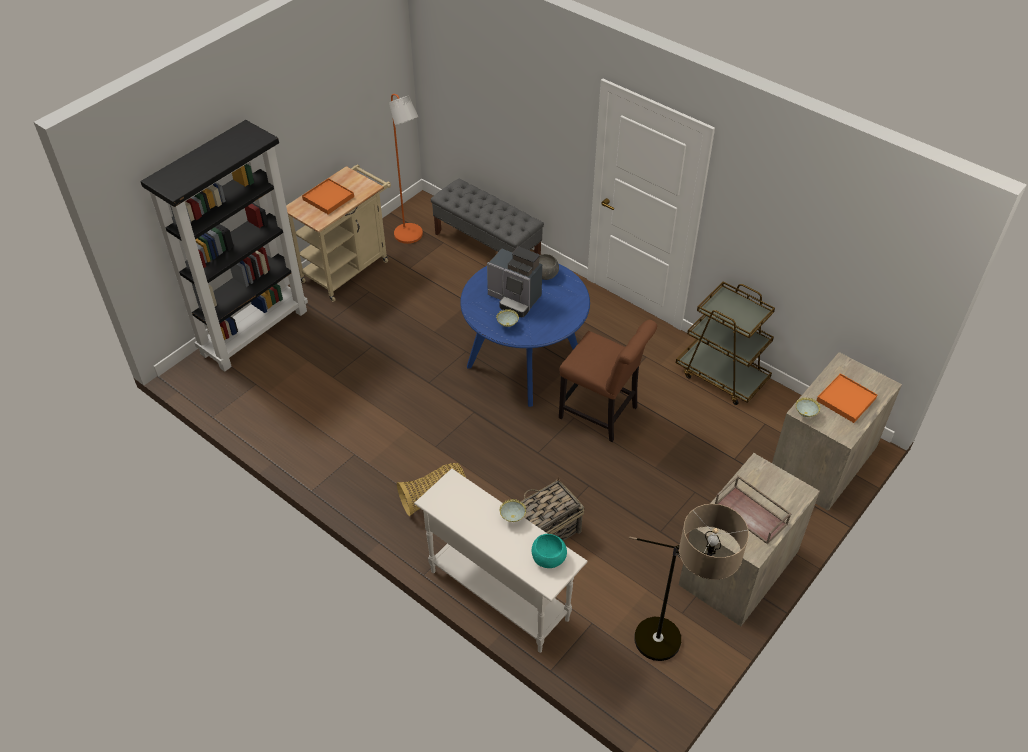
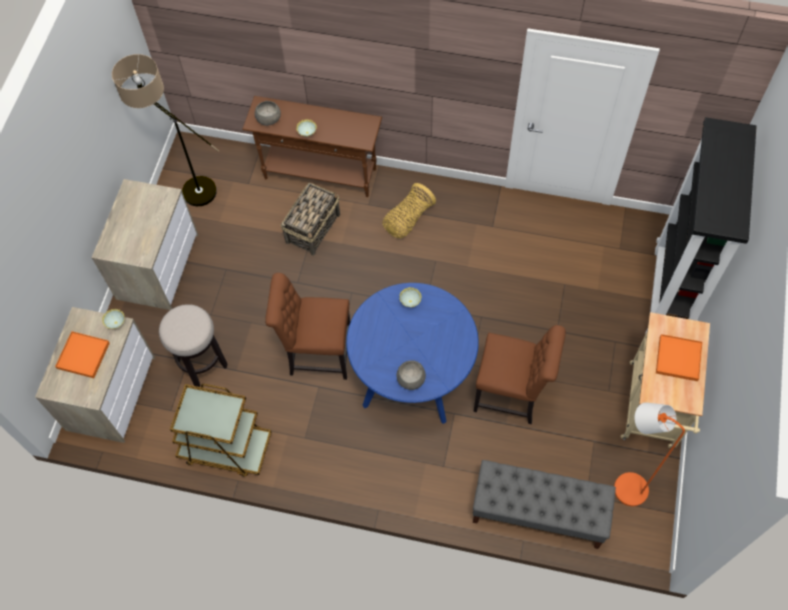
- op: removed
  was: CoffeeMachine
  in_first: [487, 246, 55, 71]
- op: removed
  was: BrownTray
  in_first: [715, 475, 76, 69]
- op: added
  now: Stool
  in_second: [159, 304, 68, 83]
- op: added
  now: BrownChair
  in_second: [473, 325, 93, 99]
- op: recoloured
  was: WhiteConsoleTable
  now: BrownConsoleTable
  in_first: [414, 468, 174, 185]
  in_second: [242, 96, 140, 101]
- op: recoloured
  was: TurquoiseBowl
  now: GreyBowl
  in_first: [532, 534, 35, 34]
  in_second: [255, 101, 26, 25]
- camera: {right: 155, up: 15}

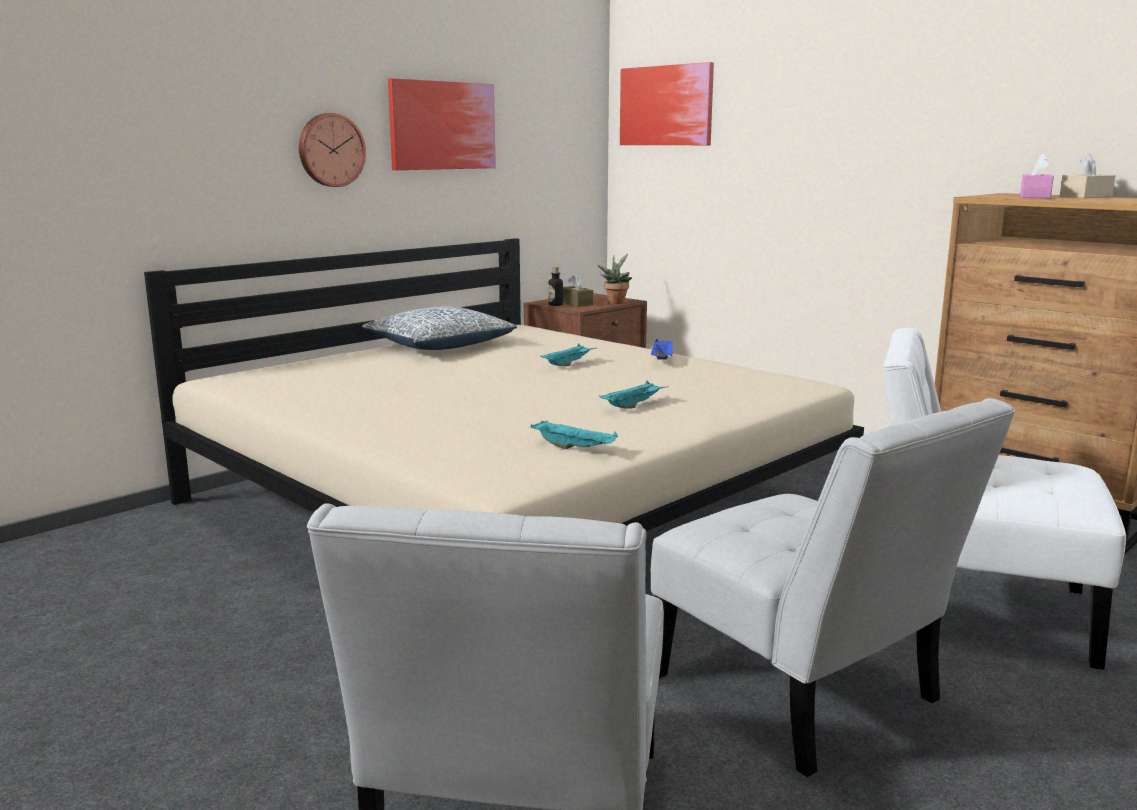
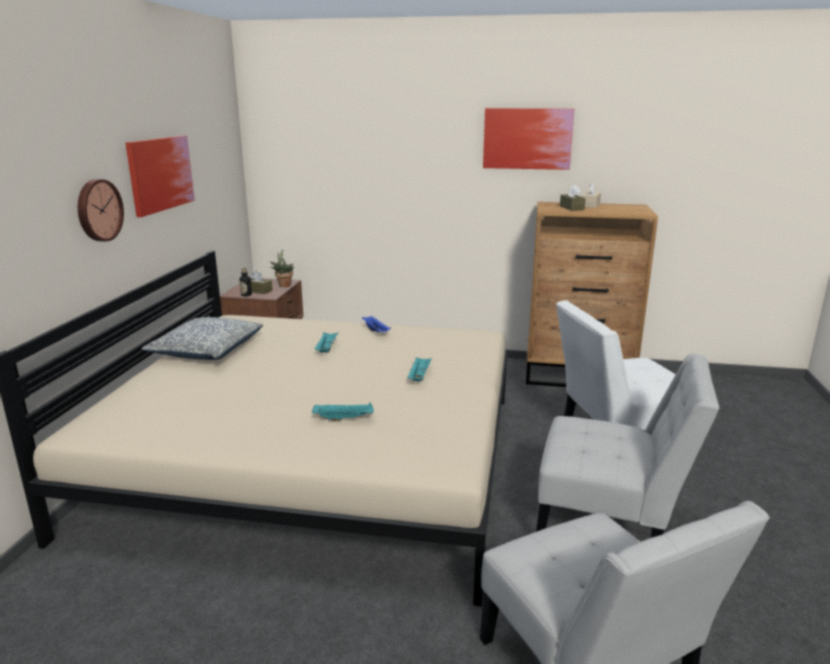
- op: moved
  was: TurquoiseTray
  in_first: [530, 420, 88, 29]
  in_second: [312, 402, 62, 19]
- op: moved
  was: Picture
  in_first: [620, 62, 94, 83]
  in_second: [483, 108, 92, 62]
- op: recoloured
  was: PinkTissueBox
  now: BrownTissueBox
  in_first: [1020, 154, 34, 45]
  in_second: [560, 185, 26, 26]
- camera: {right: -35, up: 5}

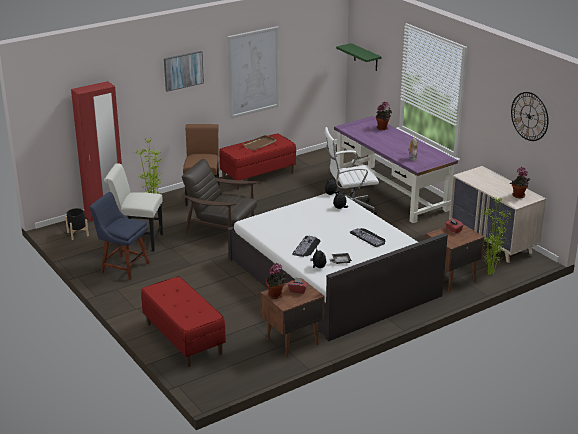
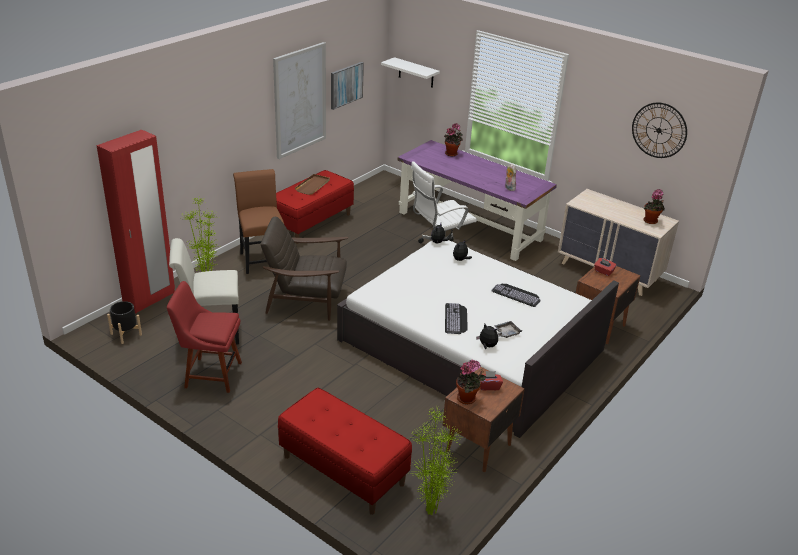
- op: moved
  was: Picture
  in_first: [164, 51, 40, 41]
  in_second: [331, 62, 33, 48]
- op: moved
  was: PottedPlant
  in_first: [481, 197, 29, 78]
  in_second: [411, 408, 50, 107]
- op: recoloured
  was: BlueChair
  now: RedChair
  in_first: [90, 192, 60, 88]
  in_second: [167, 281, 75, 112]
- op: recoloured
  was: GreenShelf
  now: WhiteShelf
  in_first: [336, 43, 46, 28]
  in_second: [381, 57, 59, 31]
- camera: {right: -20, up: 5}

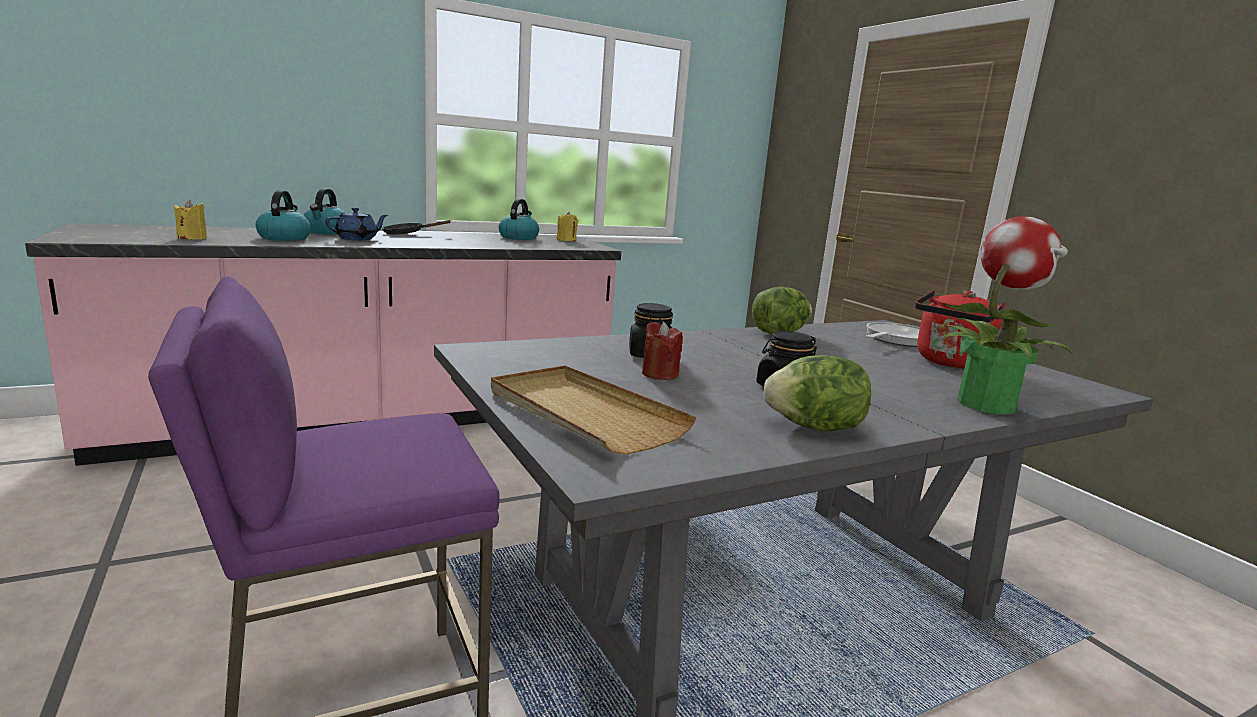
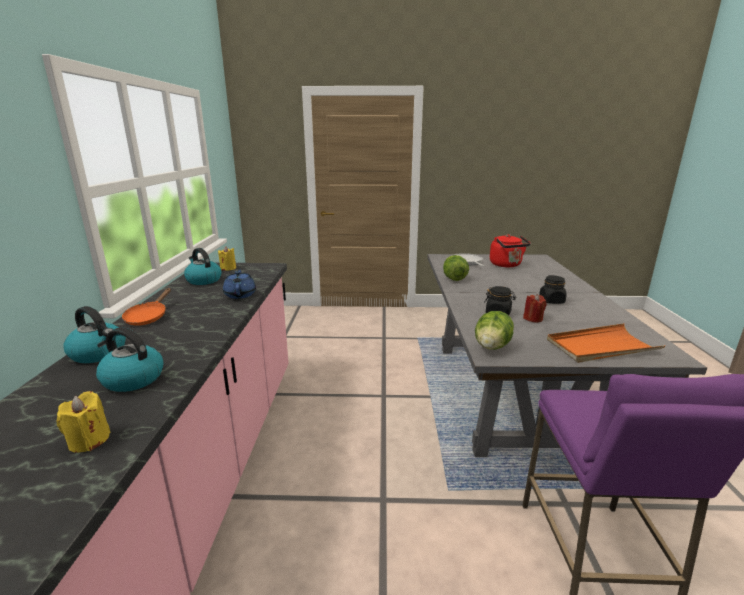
- op: removed
  was: PottedPlant
  in_first: [943, 216, 129, 199]
- op: moved
  was: BlueTeapot
  in_first: [325, 208, 63, 32]
  in_second: [223, 269, 33, 30]
- op: moved
  was: Lettuce
  in_first: [764, 355, 107, 76]
  in_second: [475, 311, 39, 39]
- op: recoloured
  was: BlackFryingPan
  now: OrangeFryingPan
  in_first: [382, 220, 69, 14]
  in_second: [122, 288, 49, 38]
- op: recoloured
  was: BeigeTray
  now: OrangeTray
  in_first: [491, 365, 206, 90]
  in_second: [547, 323, 118, 40]
- camera: {right: -60, up: 5}

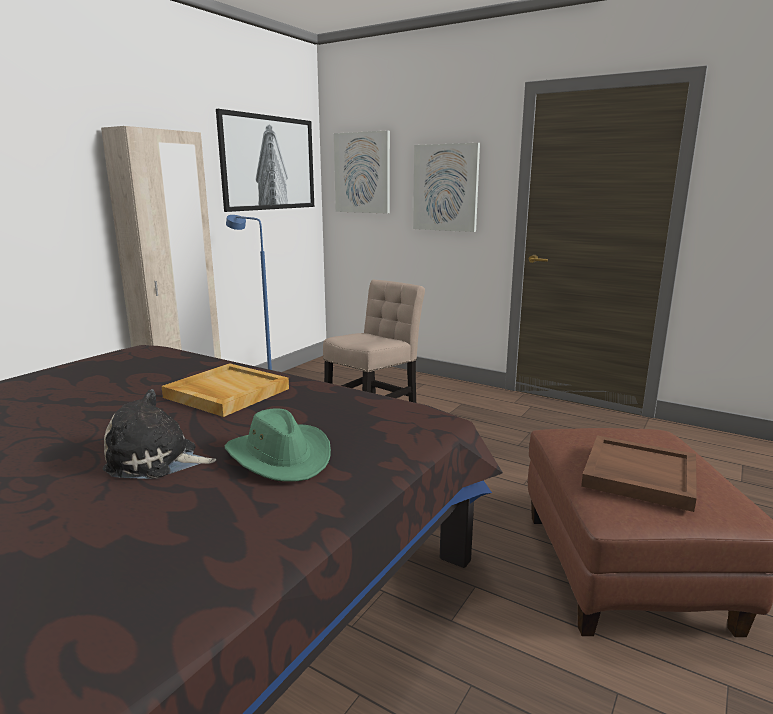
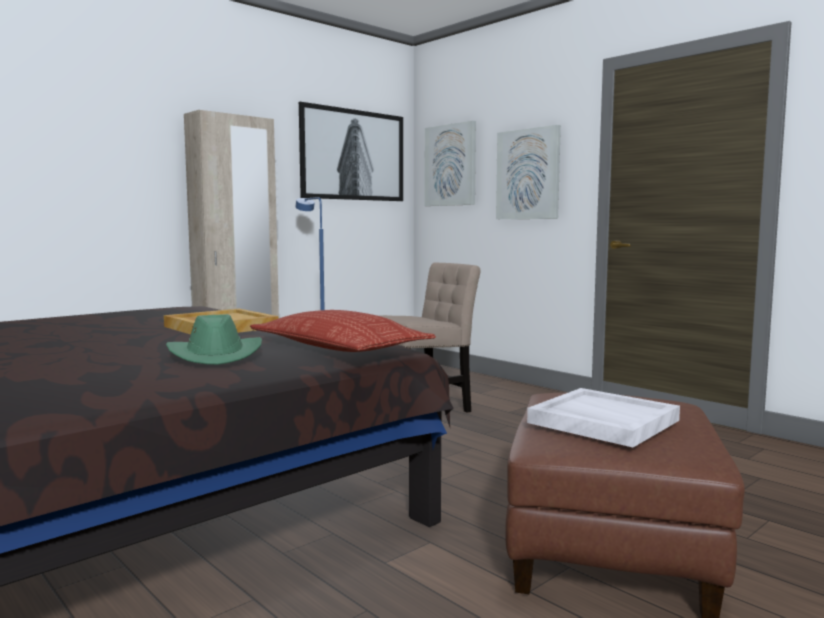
- op: removed
  was: PlushToy
  in_first: [102, 389, 114, 90]
- op: added
  now: Pillow
  in_second: [250, 310, 186, 42]
- op: recoloured
  was: BrownTray
  now: WhiteTray
  in_first: [581, 435, 116, 77]
  in_second: [527, 388, 153, 59]
- camera: {right: 15, up: -10}

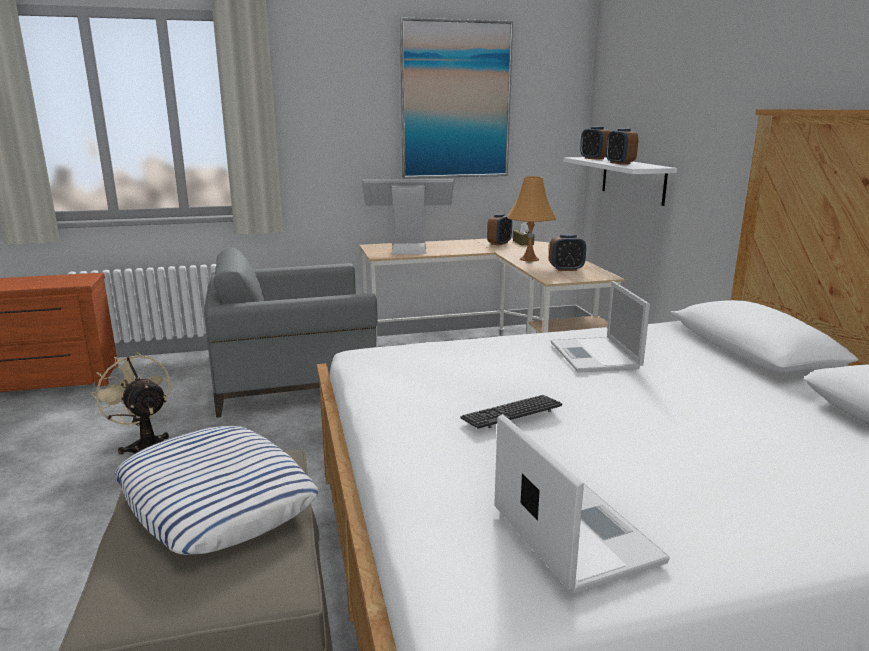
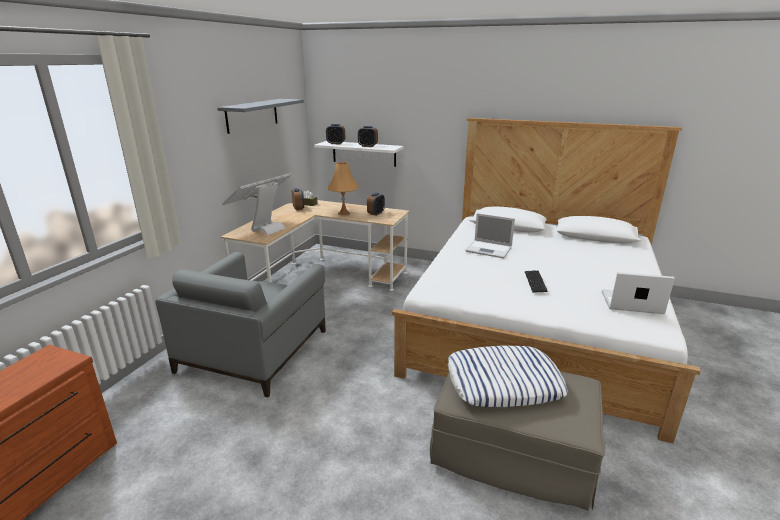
- op: removed
  was: BeigeFan
  in_first: [91, 353, 79, 102]
- op: replaced
  was: Picture
  now: GreyShelf
  in_first: [400, 17, 113, 162]
  in_second: [217, 99, 87, 35]
- camera: {right: -55, up: 5}

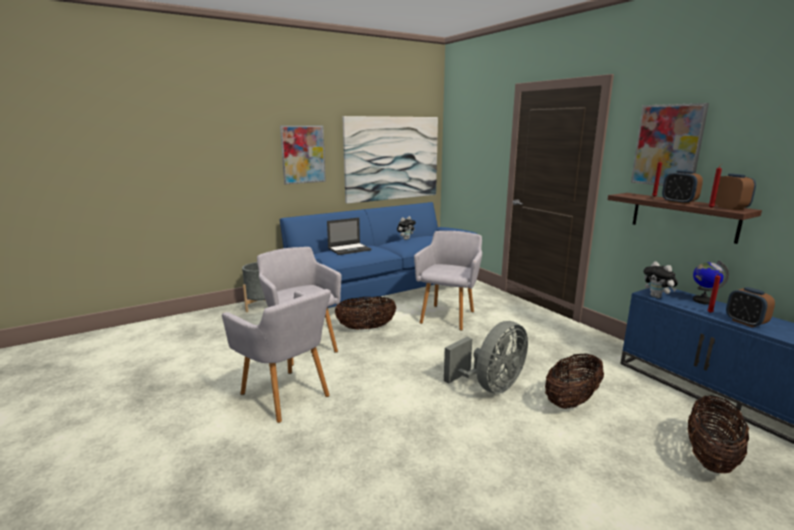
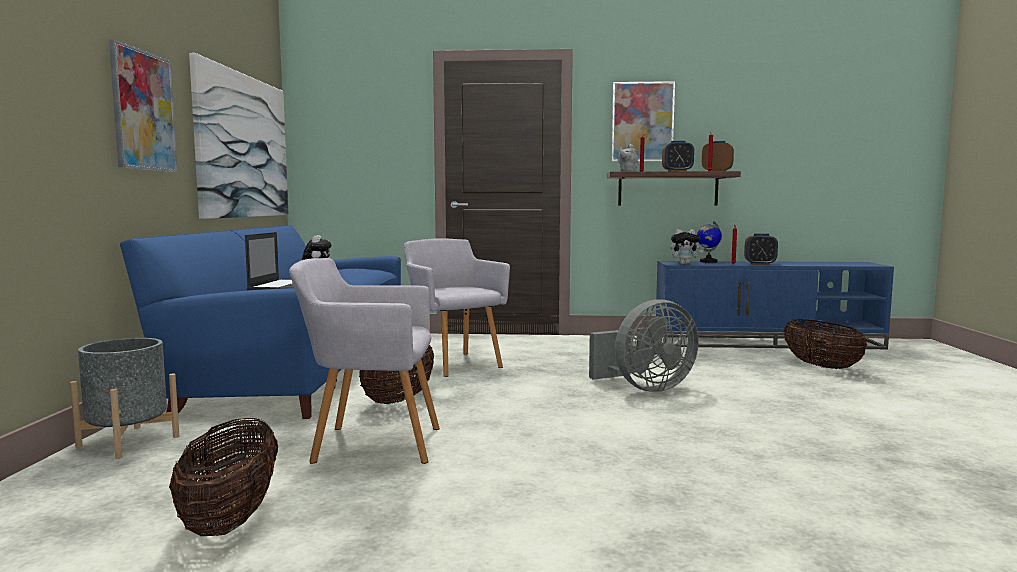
- op: removed
  was: GreyArmchair
  in_first: [222, 289, 109, 134]
- op: added
  now: GreyTeapot
  in_second: [618, 144, 20, 28]
- op: moved
  was: Basket
  in_first: [545, 353, 59, 56]
  in_second: [169, 418, 109, 118]
- op: turned
  was: GreyFan
  in_first: [444, 321, 84, 73]
  in_second: [589, 299, 110, 93]
  clockwise: 75
- camera: {right: -55, up: -10}

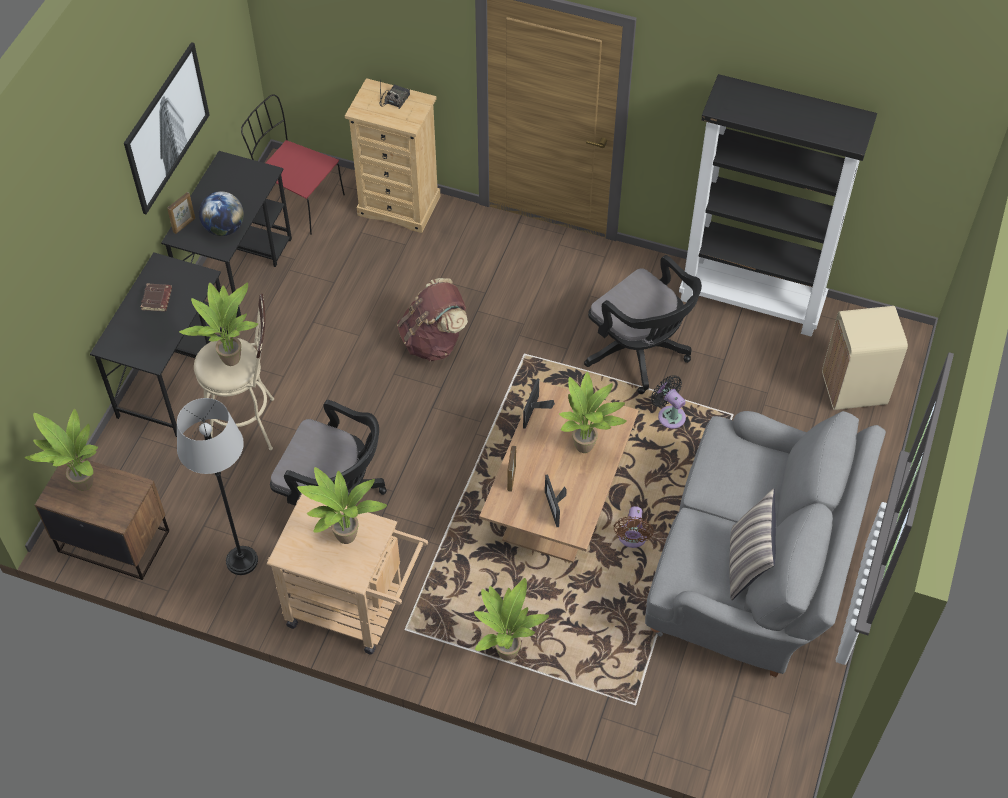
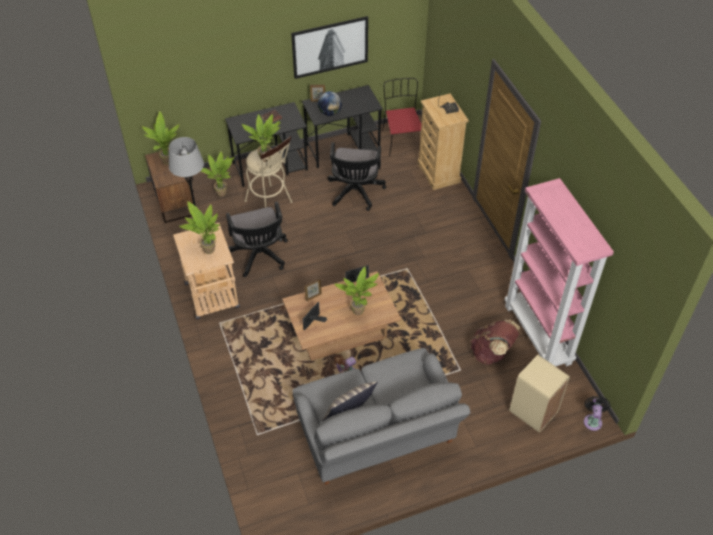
- op: moved
  was: BrownBackpack
  in_first: [397, 278, 71, 84]
  in_second: [471, 319, 50, 46]
- op: moved
  was: PottedPlant
  in_first: [474, 578, 75, 83]
  in_second: [201, 151, 34, 46]
- op: moved
  was: BlackOfficeChair
  in_first: [584, 255, 118, 139]
  in_second: [327, 142, 59, 69]
- op: moved
  was: BlackFan
  in_first: [651, 375, 35, 54]
  in_second: [584, 396, 27, 35]
- op: recoloured
  was: BlackBookcase
  now: PinkBookcase
  in_first: [679, 74, 198, 263]
  in_second: [504, 178, 110, 188]
- camera: {right: 50, up: -5}

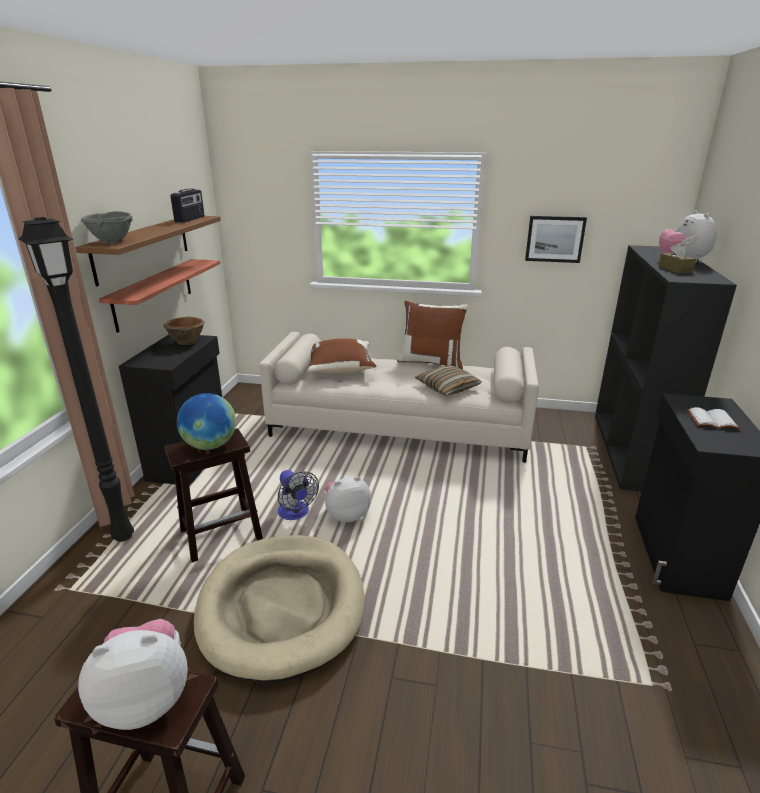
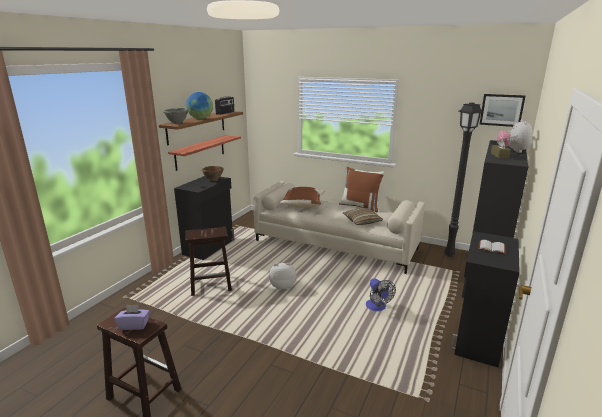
- op: removed
  was: BeigeDogBed
  in_first: [194, 535, 171, 147]
- op: moved
  was: BlackFloorLamp
  in_first: [18, 217, 116, 325]
  in_second: [445, 103, 38, 154]
- op: moved
  was: Globe
  in_first: [177, 393, 59, 57]
  in_second: [186, 92, 27, 27]
- op: moved
  was: Fan
  in_first: [278, 470, 41, 50]
  in_second: [366, 279, 30, 32]
- op: moved
  was: Picture
  in_first: [525, 216, 62, 47]
  in_second: [479, 94, 46, 33]
- op: replaced
  was: PlushToy
  now: PurpleTissueBox
  in_first: [78, 619, 110, 111]
  in_second: [114, 305, 36, 25]
- camera: {right: 15, up: -5}

